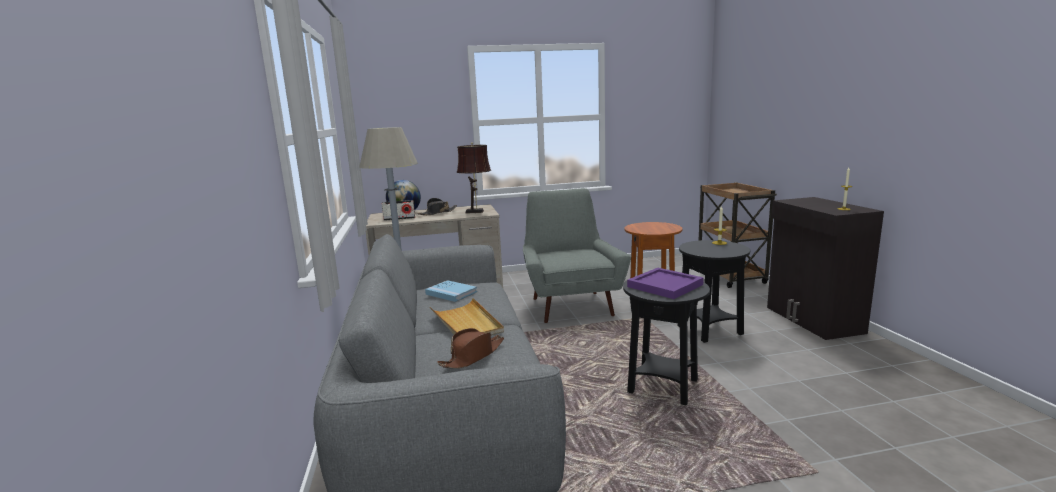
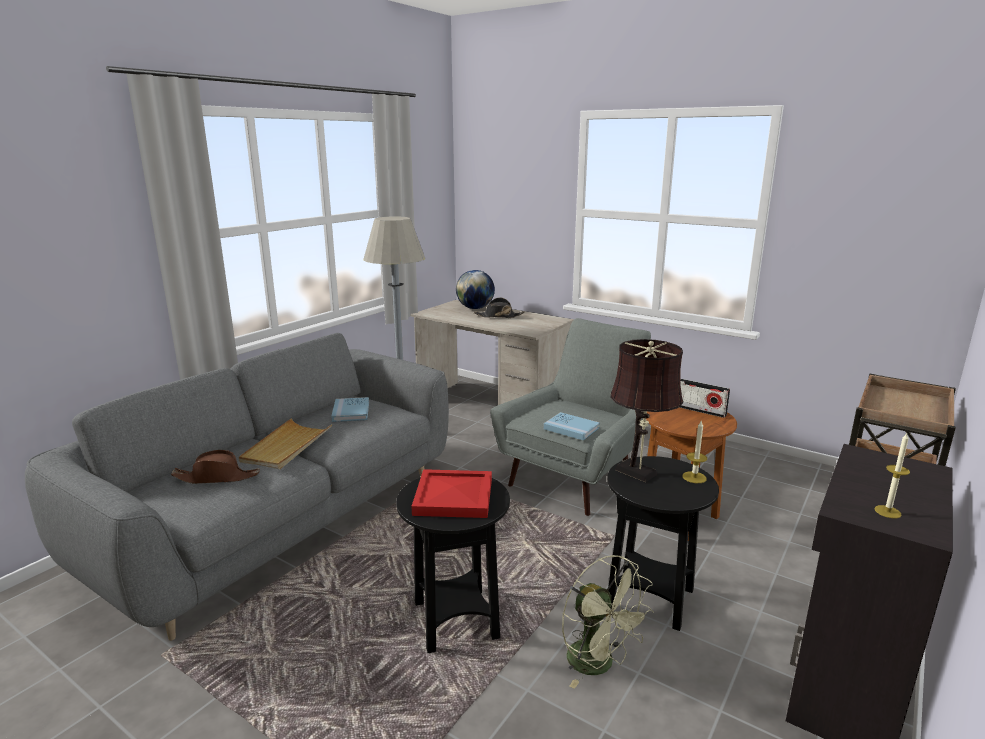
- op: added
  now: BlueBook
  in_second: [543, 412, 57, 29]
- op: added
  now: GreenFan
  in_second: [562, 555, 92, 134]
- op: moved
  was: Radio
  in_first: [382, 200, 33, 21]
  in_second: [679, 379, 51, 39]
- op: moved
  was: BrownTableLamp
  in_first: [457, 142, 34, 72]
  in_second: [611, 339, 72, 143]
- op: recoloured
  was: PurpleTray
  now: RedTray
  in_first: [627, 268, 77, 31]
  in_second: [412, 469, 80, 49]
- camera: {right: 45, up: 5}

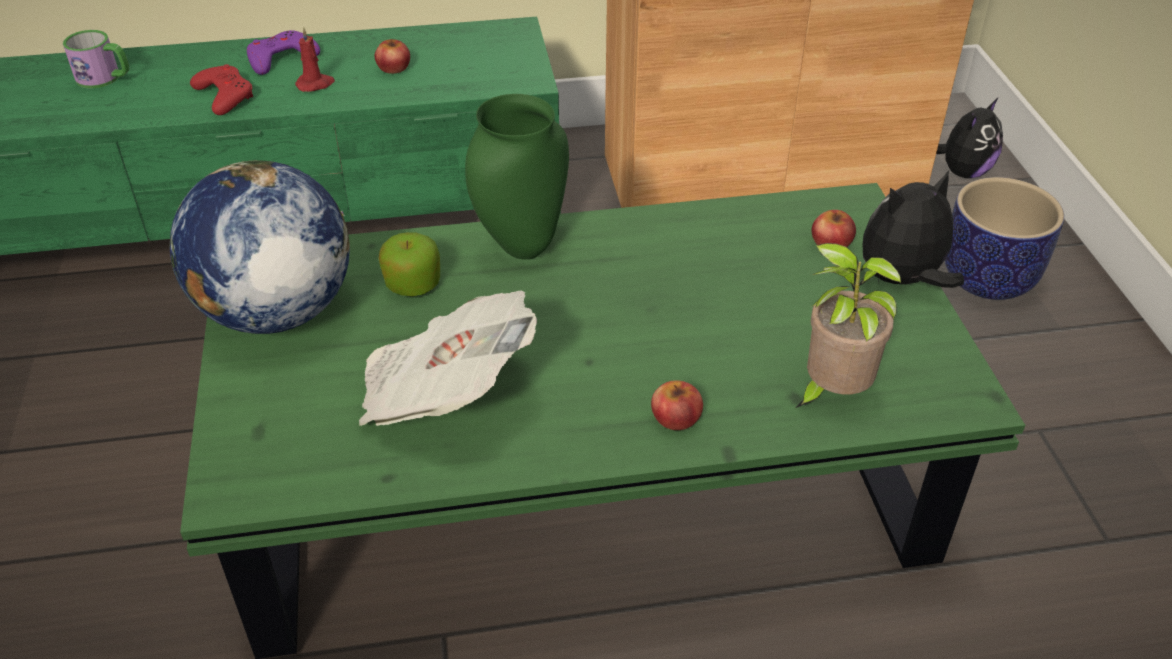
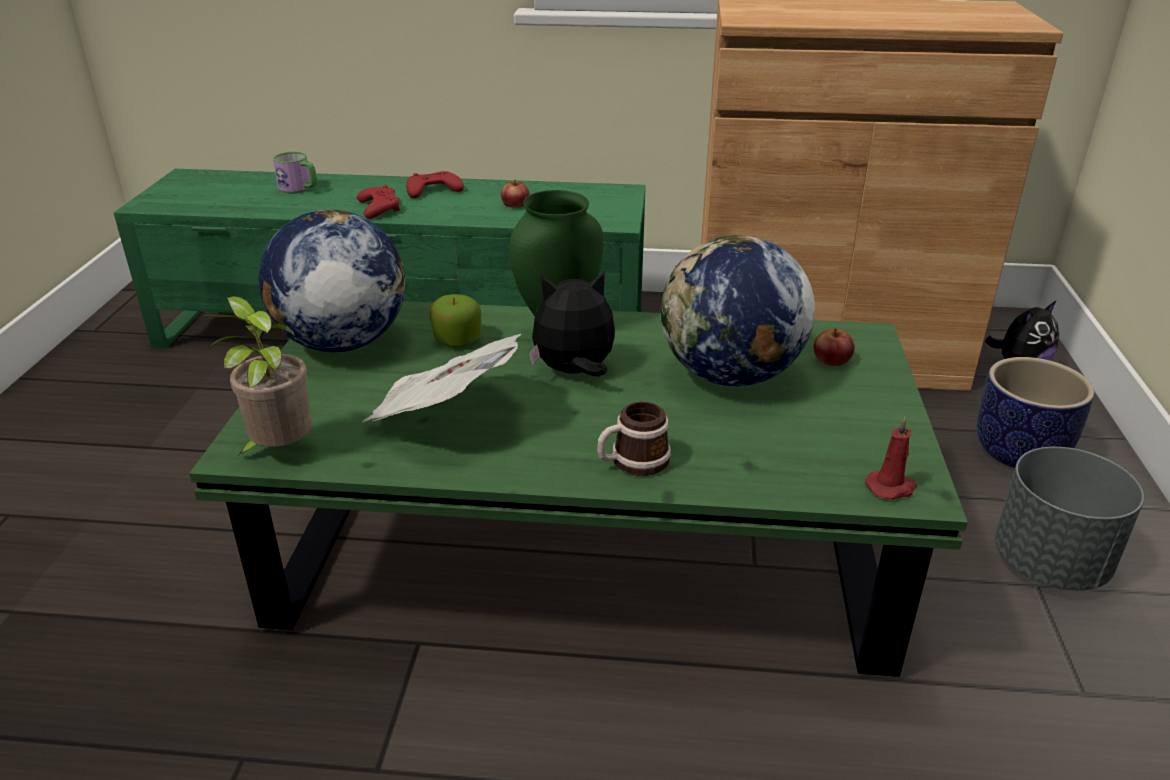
- op: added
  now: Globe
  in_second: [660, 235, 155, 151]
- op: added
  now: GreyPlanter
  in_second: [995, 447, 149, 144]
- op: moved
  was: RedCandle
  in_first: [295, 27, 40, 65]
  in_second: [865, 417, 52, 83]
- op: moved
  was: PottedPlant
  in_first: [795, 243, 106, 165]
  in_second: [200, 296, 112, 159]
- op: moved
  was: PlushToy
  in_first: [863, 170, 101, 118]
  in_second: [529, 271, 86, 106]
- op: replaced
  was: Apple
  now: Mug
  in_first: [651, 380, 52, 50]
  in_second: [597, 402, 74, 74]
- op: recoloured
  was: PurpleGameController
  now: RedGameController
  in_first: [247, 30, 73, 45]
  in_second: [406, 171, 58, 27]
- camera: {right: 15, up: -10}

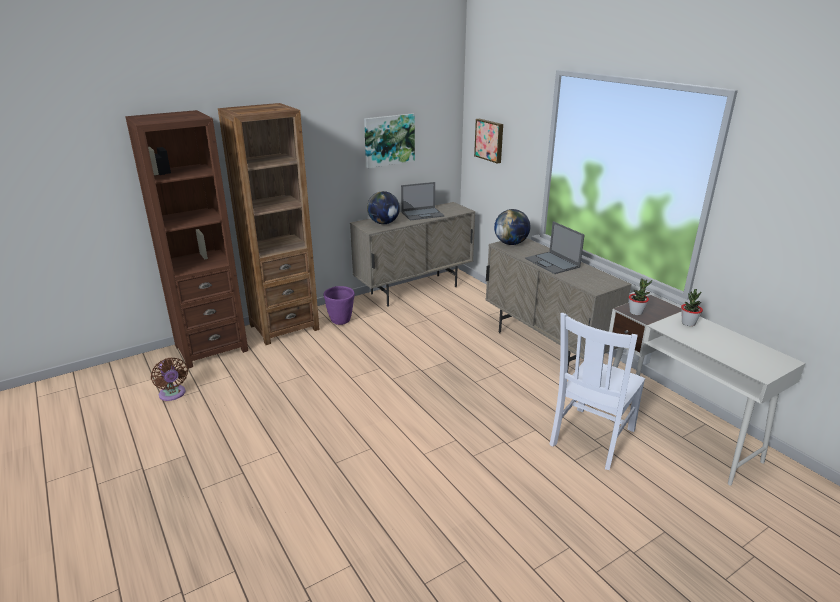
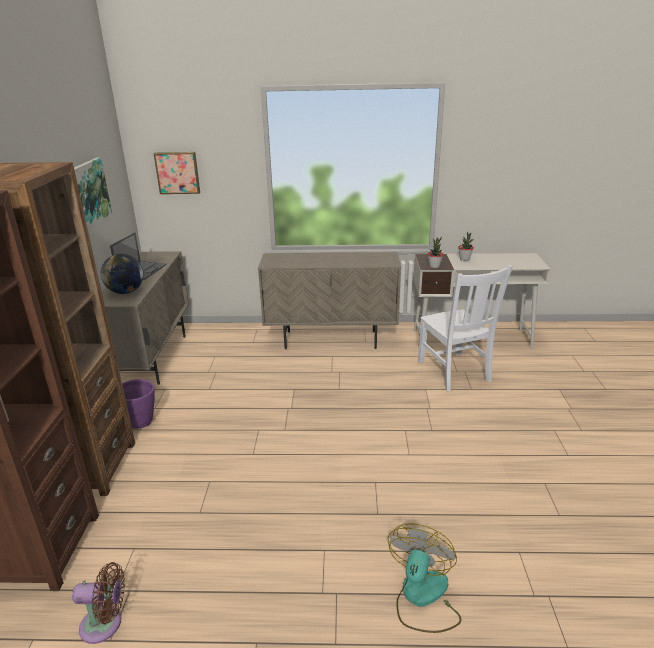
- op: removed
  was: Globe
  in_first: [494, 209, 36, 36]
- op: removed
  was: Laptop
  in_first: [525, 221, 60, 53]
- op: added
  now: Fan
  in_second: [388, 523, 74, 110]
- camera: {right: -55, up: 0}

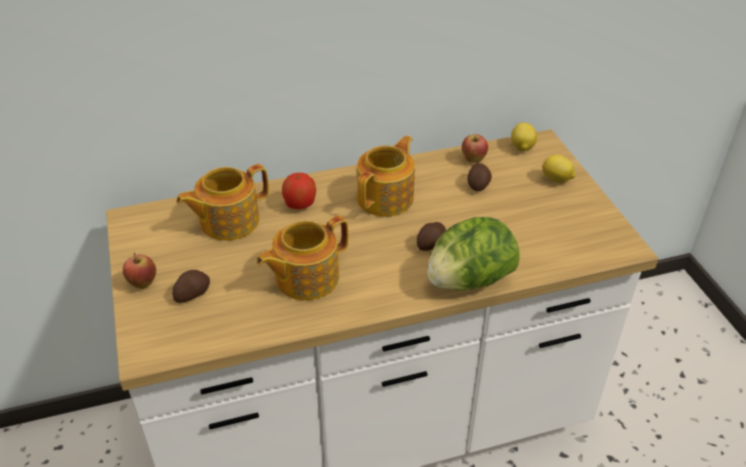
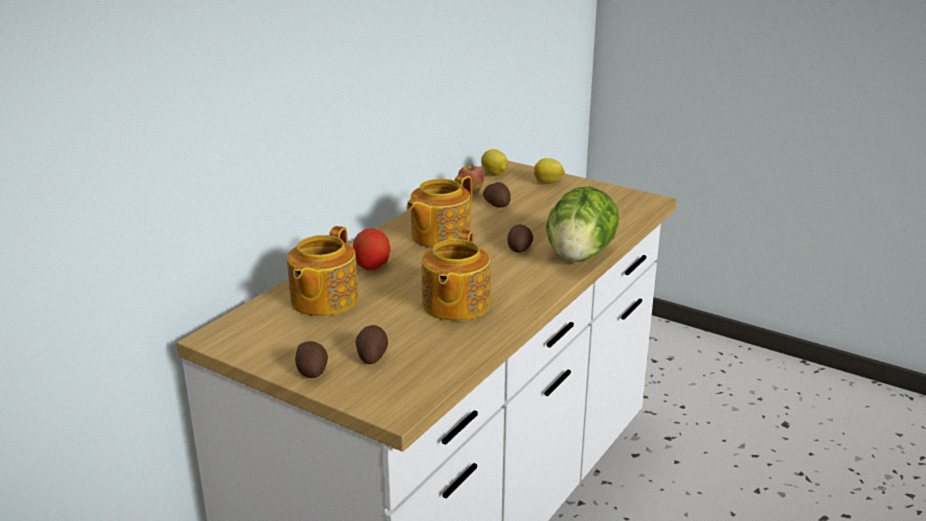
- op: replaced
  was: Apple
  now: Potato
  in_first: [123, 253, 33, 36]
  in_second: [295, 341, 33, 37]
- op: turned
  was: Teapot
  in_first: [357, 136, 58, 81]
  in_second: [406, 174, 66, 74]
  clockwise: -135
- camera: {right: -40, up: -15}

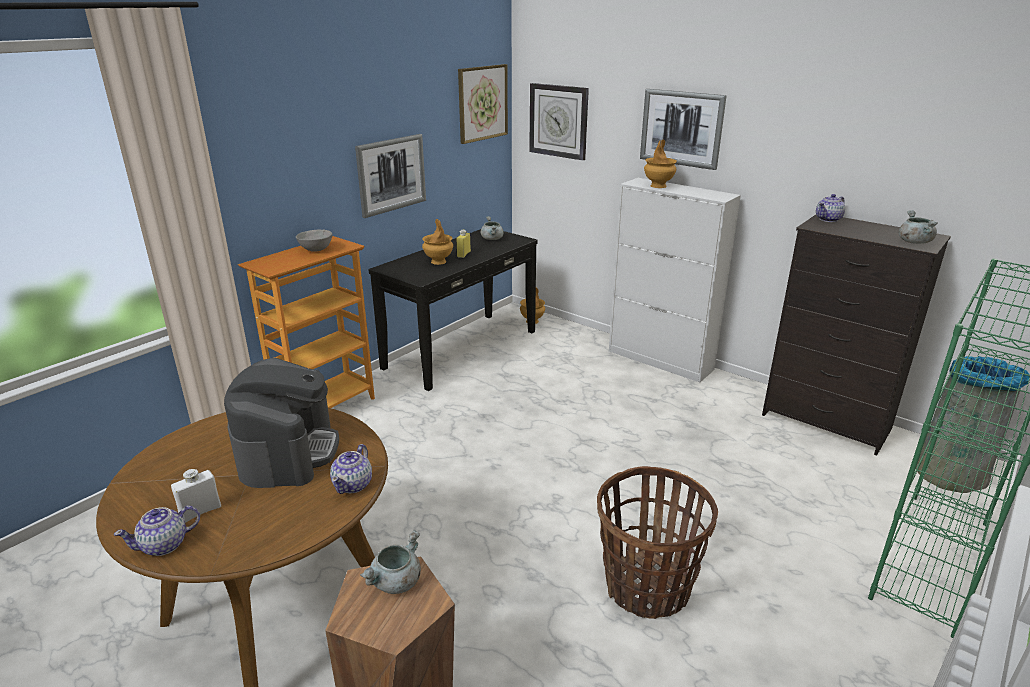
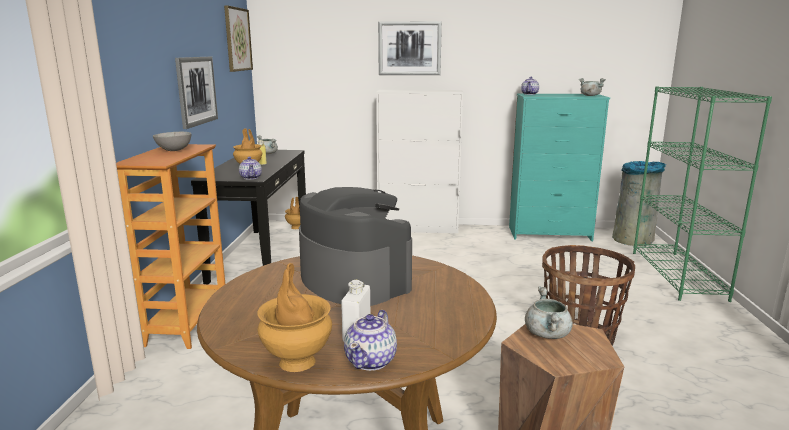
- op: removed
  was: WallClock
  in_first: [529, 83, 60, 77]
- op: moved
  was: Teapot
  in_first: [330, 444, 42, 50]
  in_second: [239, 157, 23, 23]
- op: moved
  was: BrownVase
  in_first: [644, 139, 33, 49]
  in_second: [257, 263, 75, 109]
- op: recoloured
  was: BlackDresser
  now: TurquoiseDresser
  in_first: [762, 215, 189, 241]
  in_second: [509, 94, 101, 147]
- camera: {right: -35, up: -10}

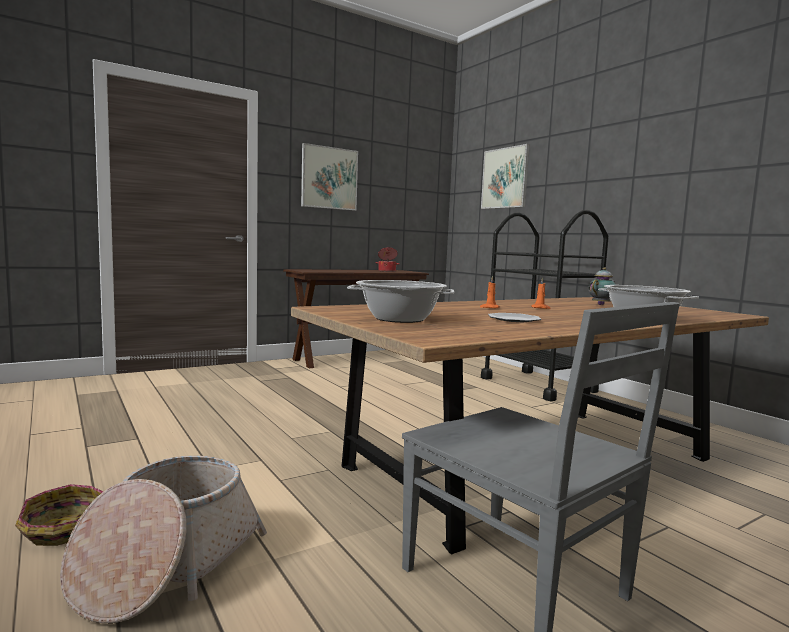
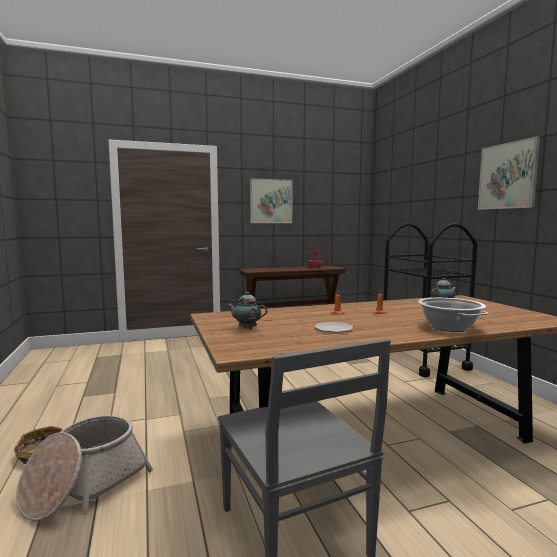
- op: moved
  was: Picture
  in_first: [481, 144, 48, 65]
  in_second: [478, 136, 62, 74]
- op: replaced
  was: CookingPot
  now: Teapot
  in_first: [347, 280, 107, 43]
  in_second: [227, 292, 41, 37]
- camera: {right: 15, up: 0}

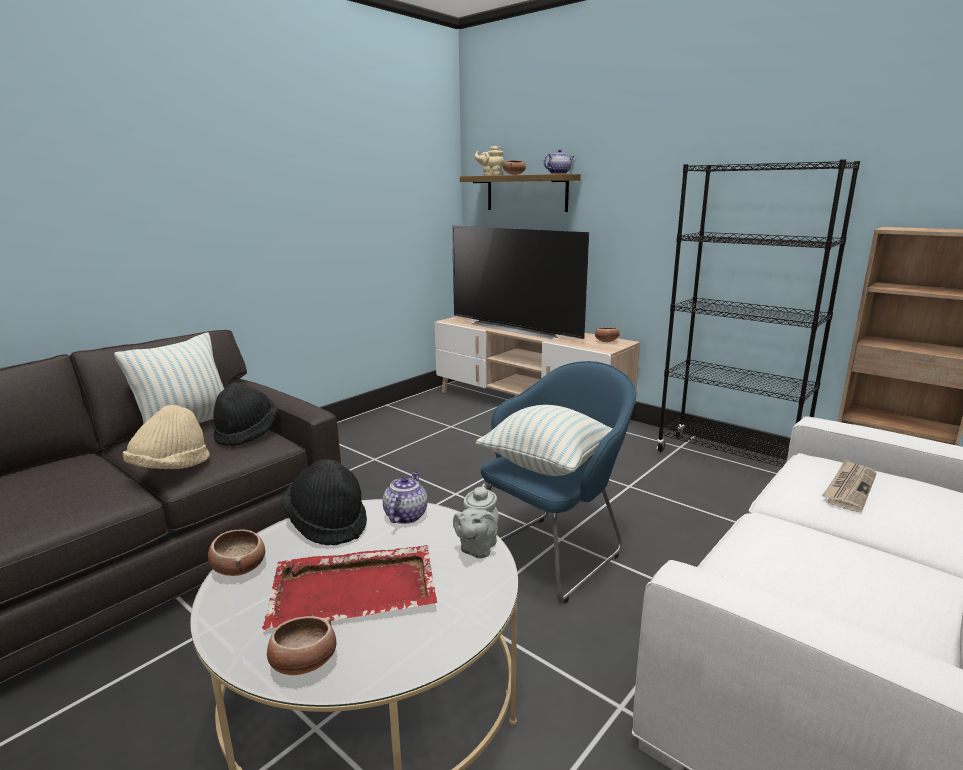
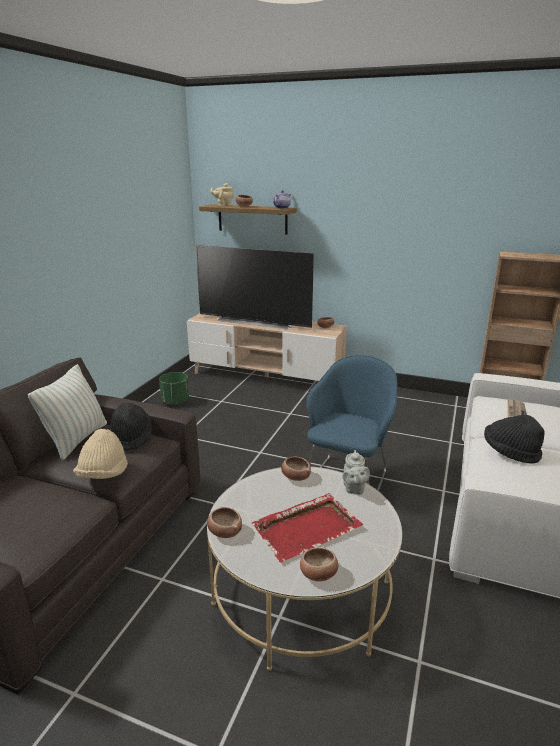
- op: removed
  was: Pillow
  in_first: [476, 405, 137, 71]
- op: removed
  was: BlackBookcase
  in_first: [656, 159, 204, 308]
- op: added
  now: GreenPlanter
  in_second: [159, 372, 30, 32]
- op: moved
  was: BlackHat
  in_first: [282, 459, 85, 86]
  in_second: [484, 415, 61, 49]
- op: replaced
  was: Teapot
  now: Bowl
  in_first: [383, 472, 45, 52]
  in_second: [281, 457, 30, 24]
- camera: {right: -20, up: 5}

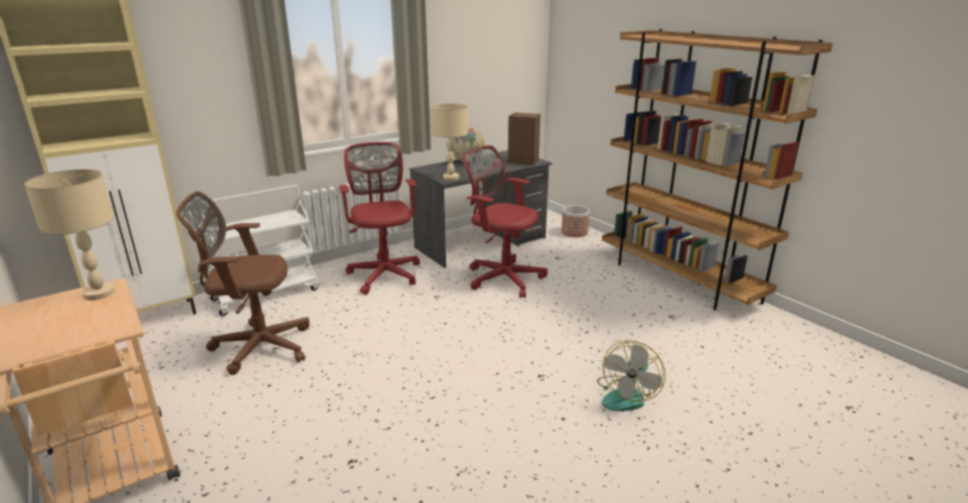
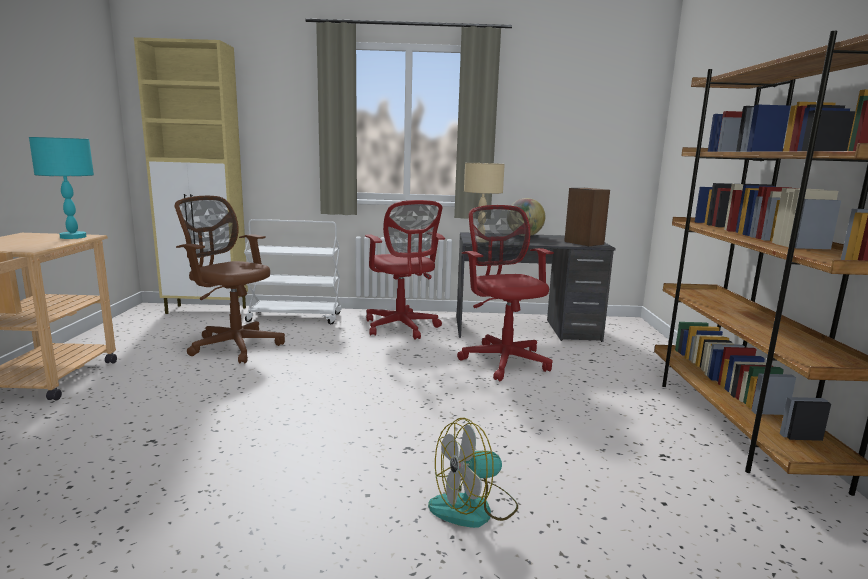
- op: removed
  was: Planter
  in_first: [561, 205, 29, 32]
- op: recoloured
  was: BeigeTableLamp
  now: TurquoiseTableLamp
  in_first: [24, 169, 91, 131]
  in_second: [29, 137, 65, 102]
- op: turned
  was: RedOfficeChair
  in_first: [339, 142, 81, 153]
  in_second: [365, 200, 80, 140]
  clockwise: 135
- camera: {right: 35, up: -10}

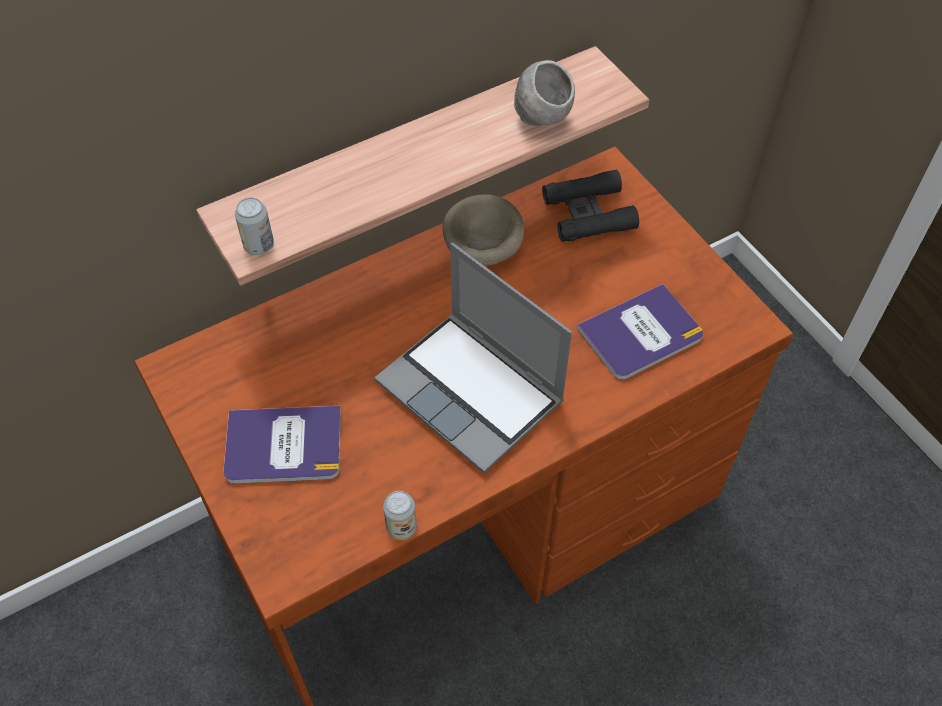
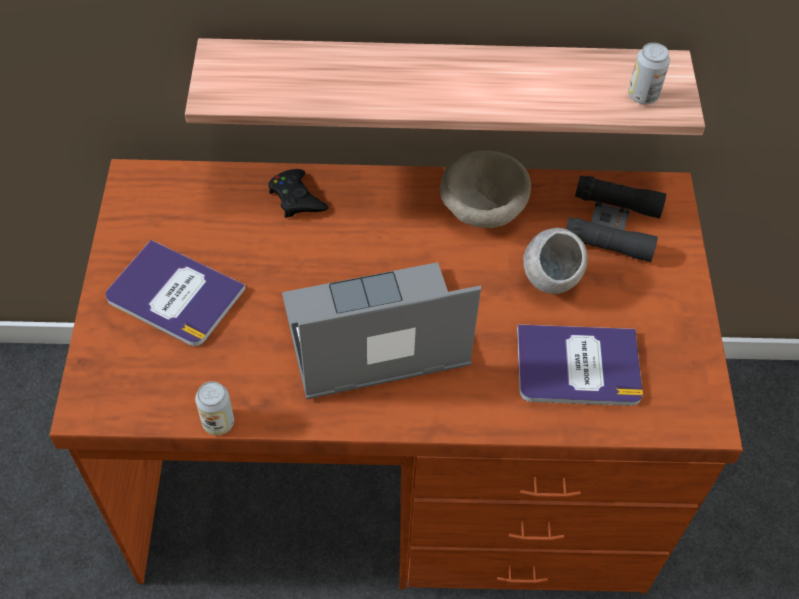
- op: added
  now: BlackGameController
  in_second: [269, 169, 60, 49]
- op: moved
  was: Can
  in_first: [235, 197, 39, 58]
  in_second: [628, 43, 42, 61]
- op: moved
  was: GreyBowl
  in_first: [514, 60, 61, 67]
  in_second: [523, 228, 64, 66]
- op: turned
  was: Laptop
  in_first: [374, 243, 198, 230]
  in_second: [282, 262, 199, 137]
  clockwise: 90
- camera: {right: 30, up: 0}

